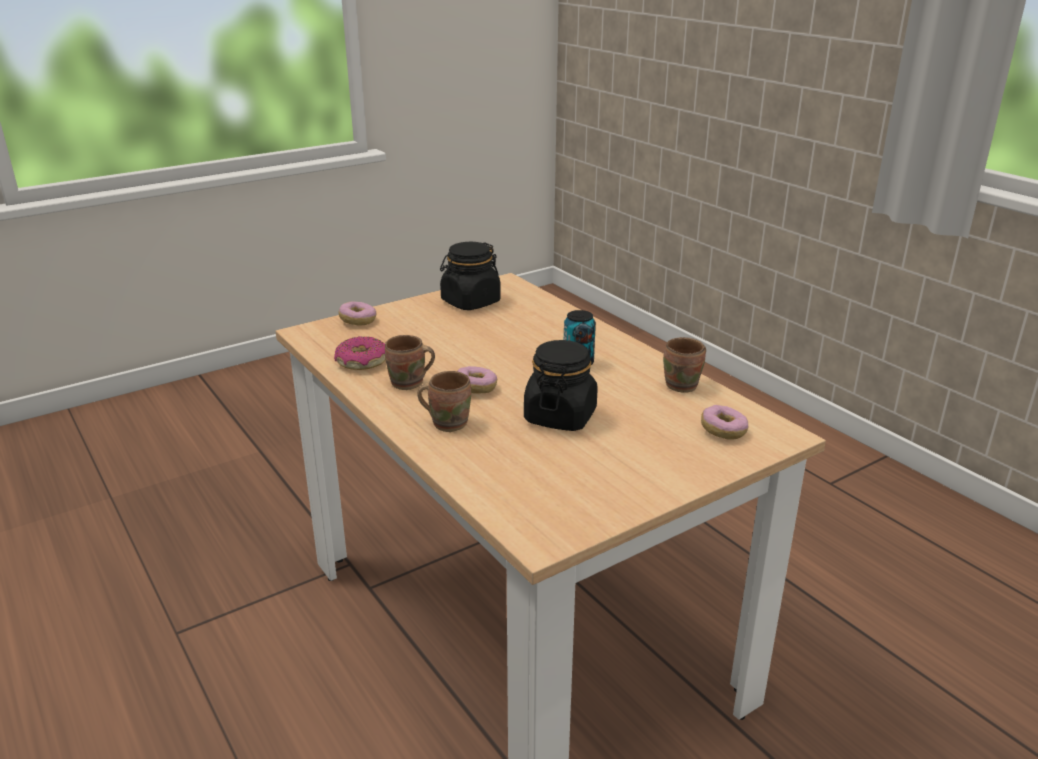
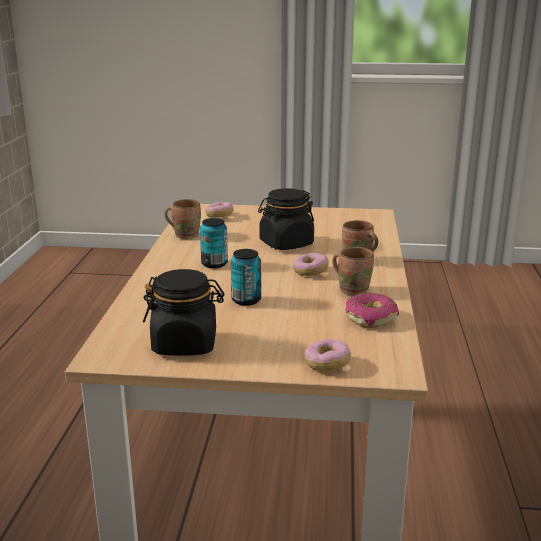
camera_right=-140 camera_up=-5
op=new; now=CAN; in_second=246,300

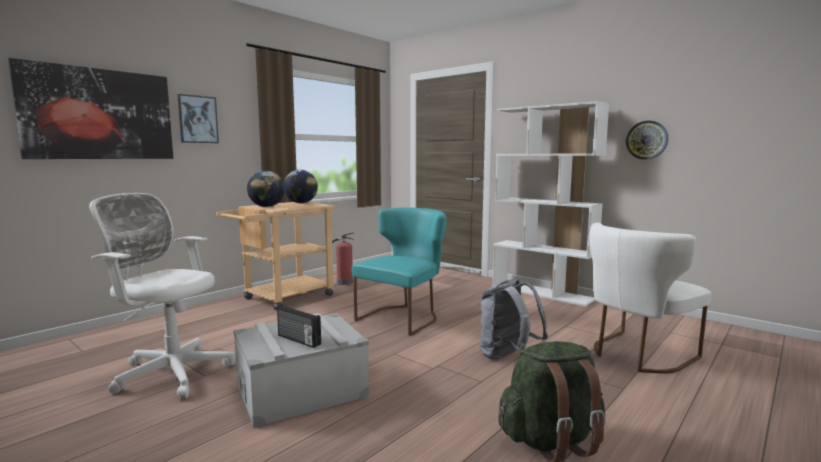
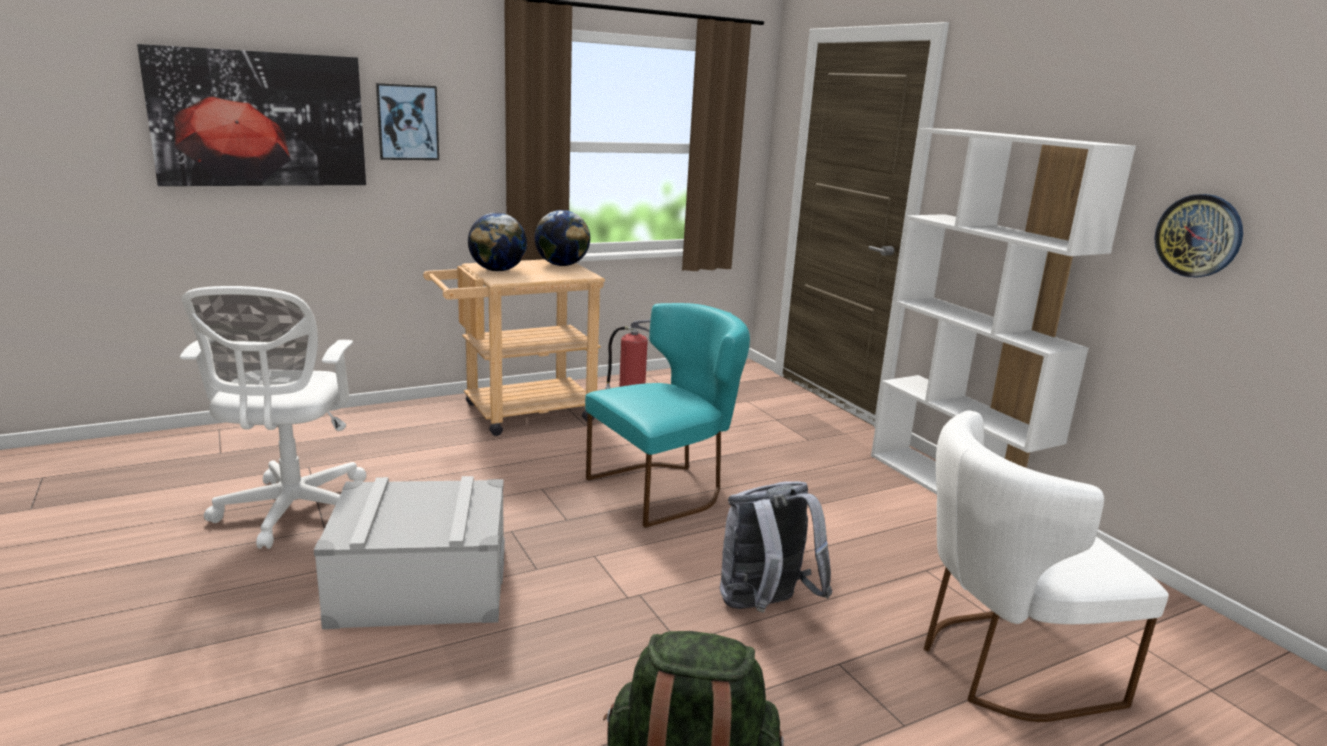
camera_right=20 camera_up=10
op=gone; was=RADIO; in_first=298,340
op=rotated; was=WHITE DESK CHAIR; in_first=170,372; in_second=291,512; clockwise=-135

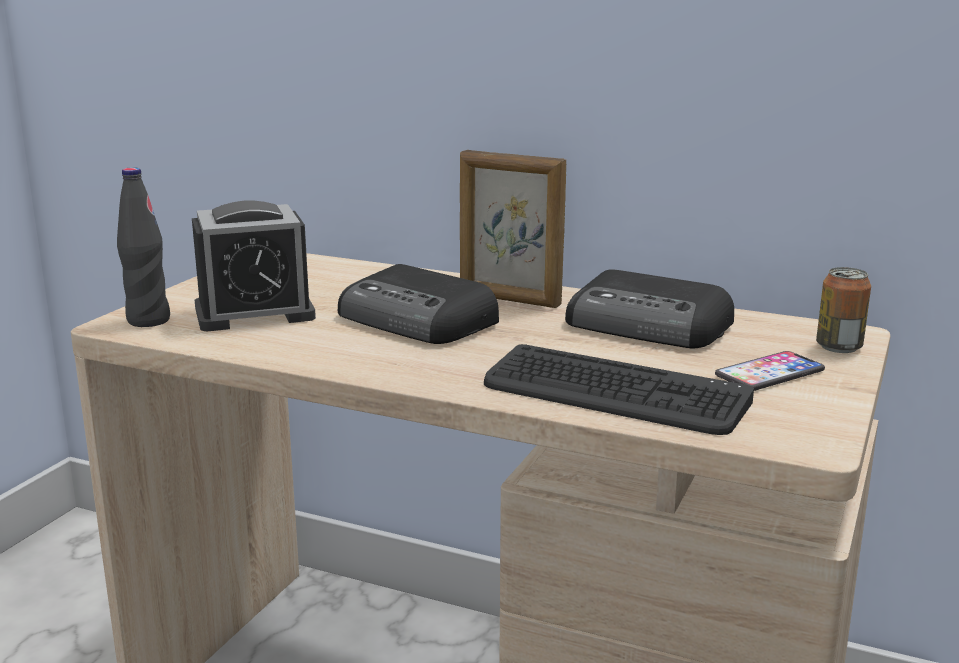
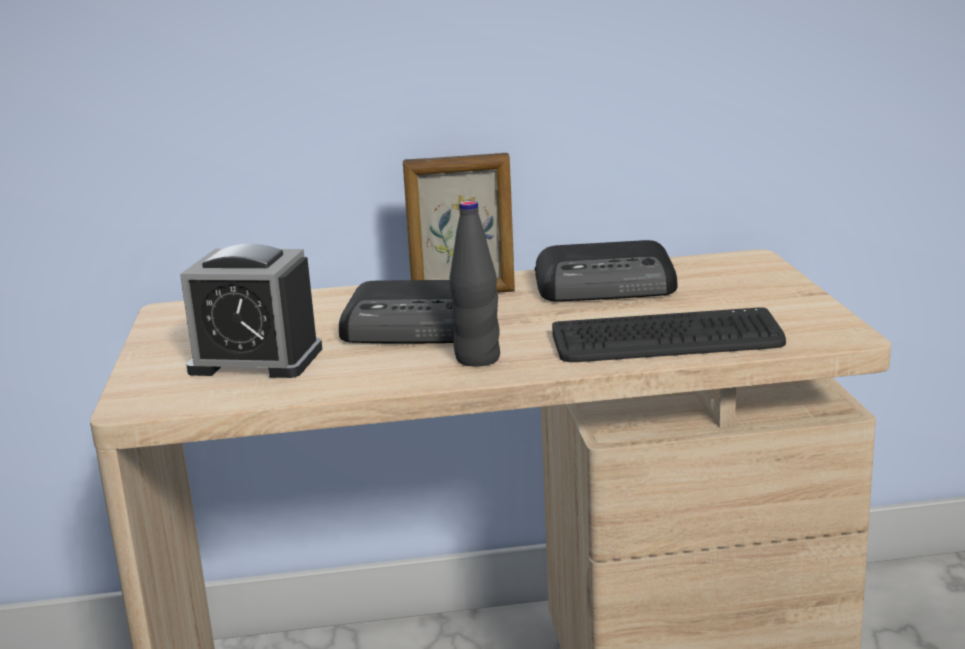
camera_right=-30 camera_up=0
op=gone; was=HANDSET; in_first=770,373
op=gone; was=CAN; in_first=839,347
op=shifted; was=BLACK BEVERAGE BOTTLE; in_first=148,320; in_second=477,359
op=rotated; was=BEDSIDE CLOCK; in_first=254,313; in_second=256,360; clockwise=60

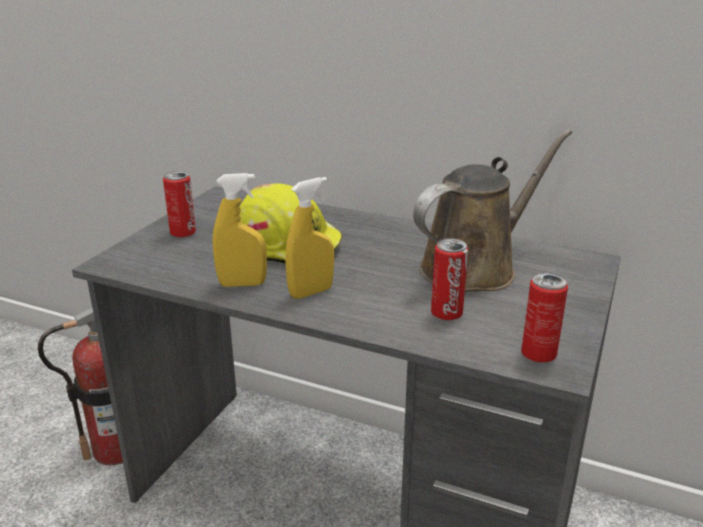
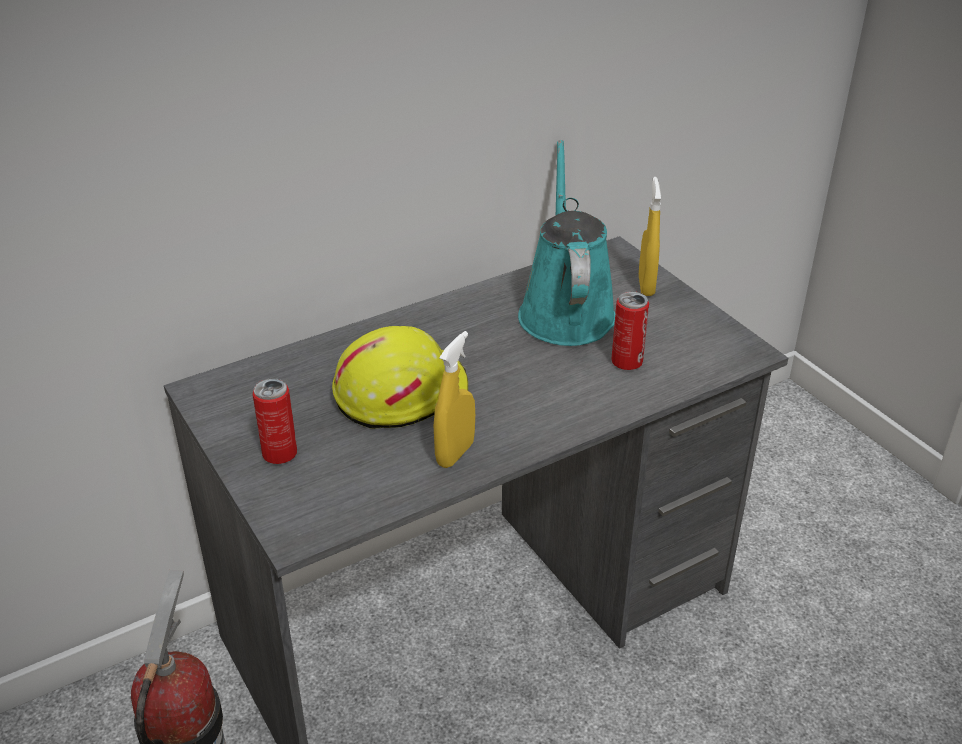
camera_right=-55 camera_up=10
op=gone; was=CAN; in_first=538,354
op=shifted; was=YELLOW SPRAYER; in_first=311,292; in_second=646,286
op=repainted; was=BROWN-COLOURED WATERING CAN; now=TURQUOISE WATERING CAN; in_first=475,267; in_second=565,311

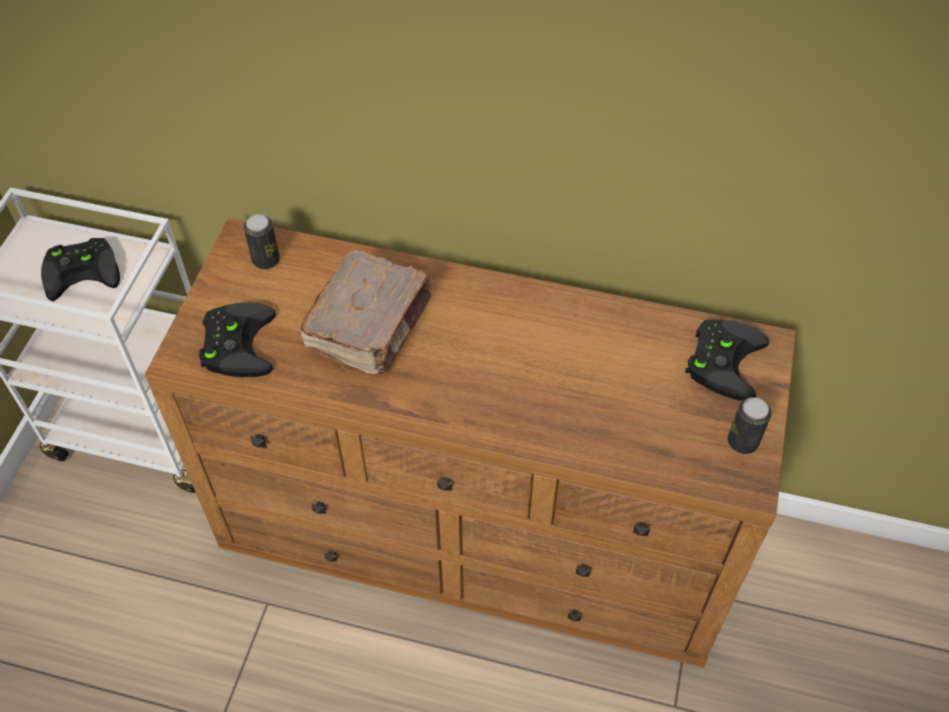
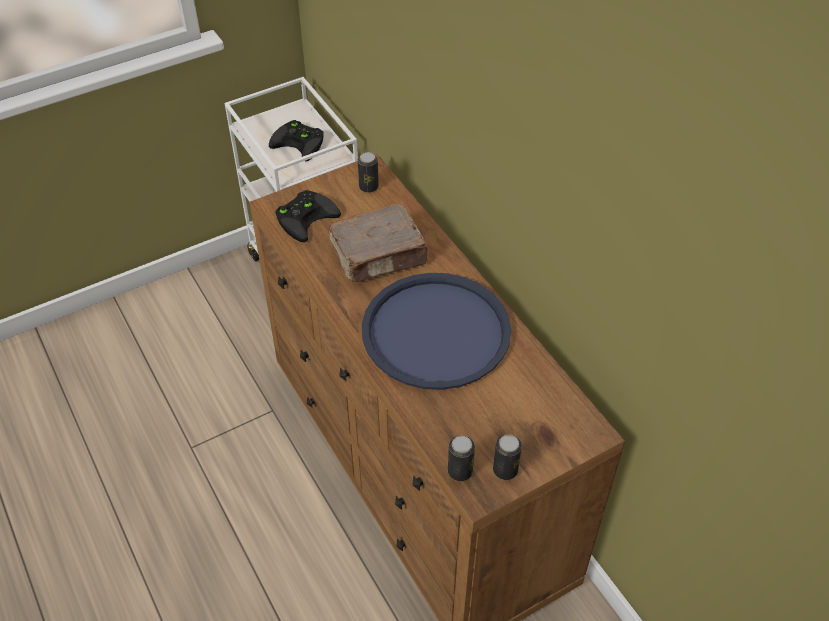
camera_right=45 camera_up=-5
op=gone; was=BLACK GAMEPAD; in_first=722,359
op=new; now=BLUISH SERVING TRAY; in_second=435,332
op=new; now=CAN; in_second=460,471

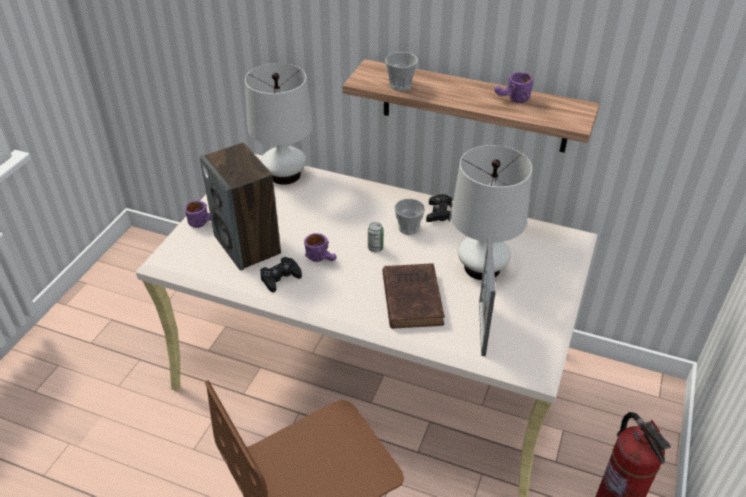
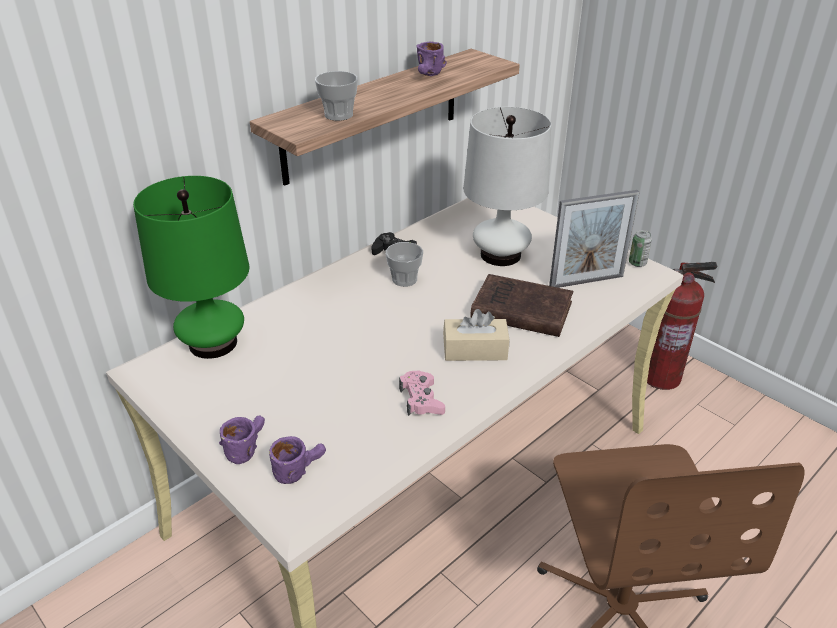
camera_right=-65 camera_up=-5
op=gone; was=LOUDSPEAKER; in_first=248,245
op=new; now=SAND-COLOURED TISSUE HOLDER; in_second=475,350
op=shifted; was=PURPLISH MUG; in_first=322,258; in_second=299,468
op=shifted; was=CAN; in_first=375,248; in_second=637,263
op=repainted; was=WHITE TABLETOP LAMP; now=GREENISH TABLETOP LAMP; in_first=285,175; in_second=213,343
op=repainted; was=BLACK GAMEPAD; now=PINKISH GAMEPAD; in_first=280,278; in_second=421,400
op=rotated; was=STANDING FRAME; in_first=482,328; in_second=586,281; clockwise=-45

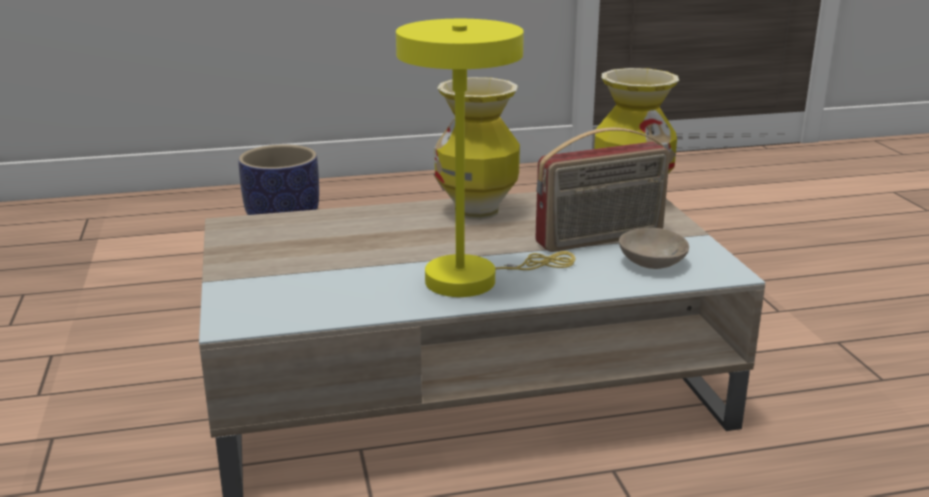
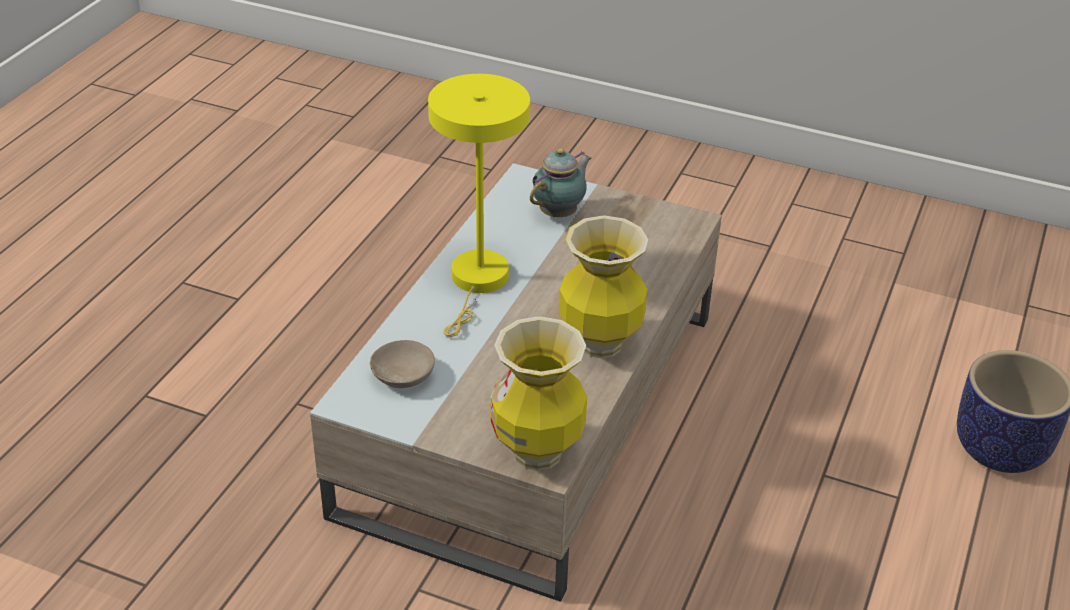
camera_right=125 camera_up=15
op=gone; was=RADIO; in_first=600,239
op=new; now=TEAPOT; in_second=560,213

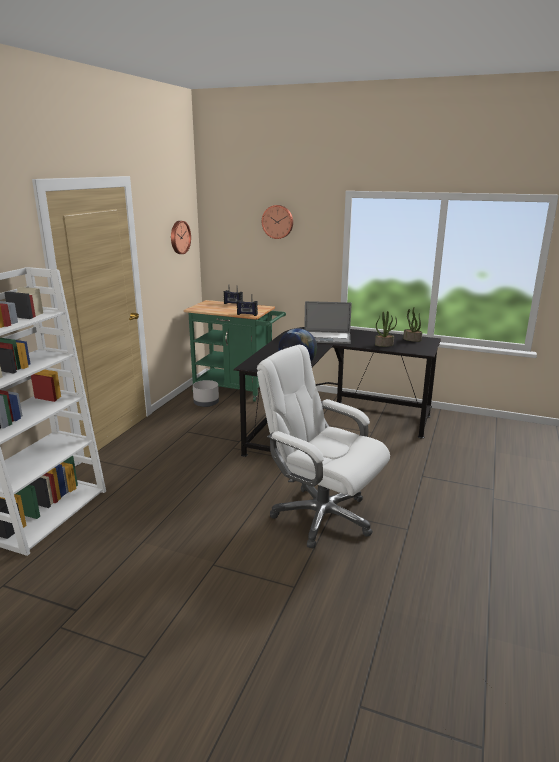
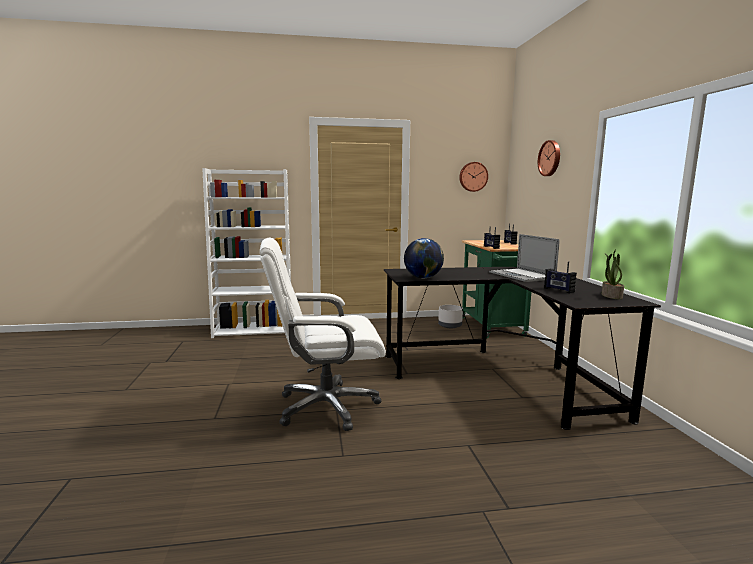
camera_right=60 camera_up=-10
op=swapped; was=PLANT IN A POT; now=RADIO; in_first=384,344; in_second=558,290
op=rotated; was=WHITE DESK CHAIR; in_first=321,516; in_second=325,406; clockwise=-105

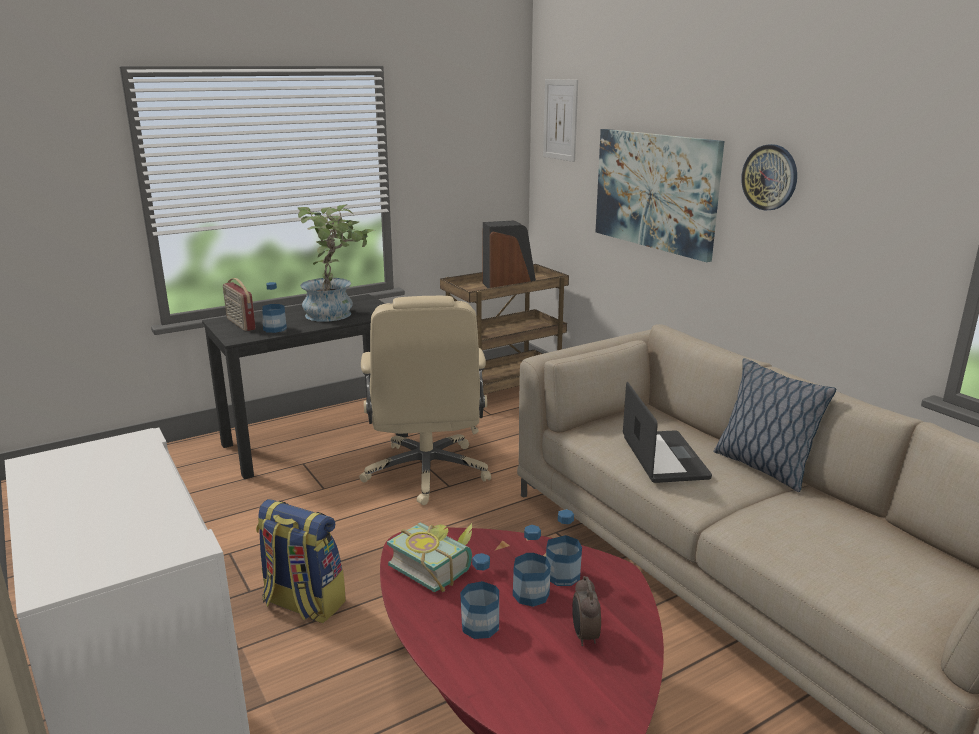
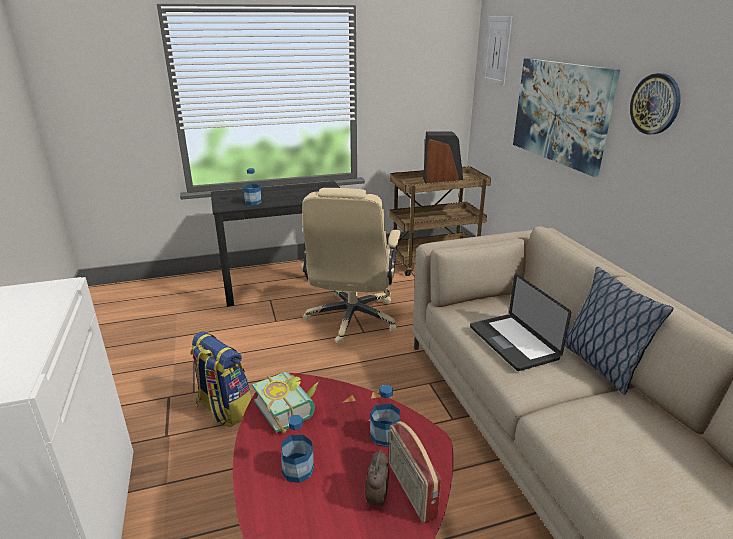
camera_right=15 camera_up=5
op=gone; was=PLANT IN A POT; in_first=336,313
op=gone; was=BEVERAGE BOTTLE; in_first=531,594
op=shifted; was=RADIO; in_first=240,324; in_second=410,490
op=rotated; was=NOTEBOOK COMPUTER; in_first=664,458; in_second=513,343; clockwise=150

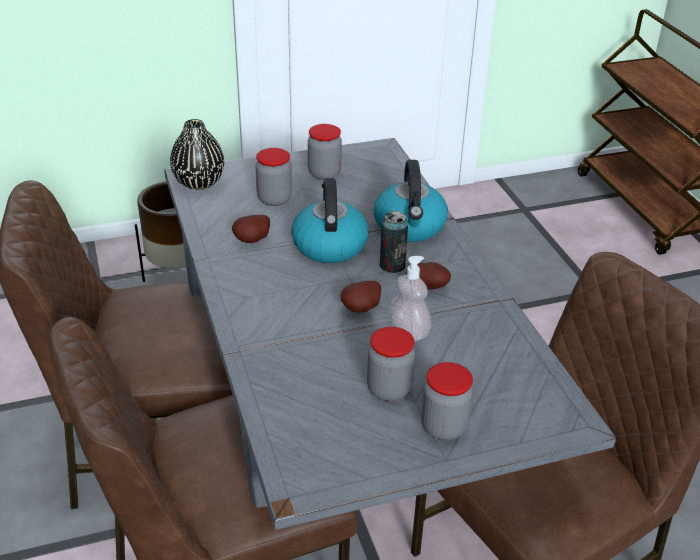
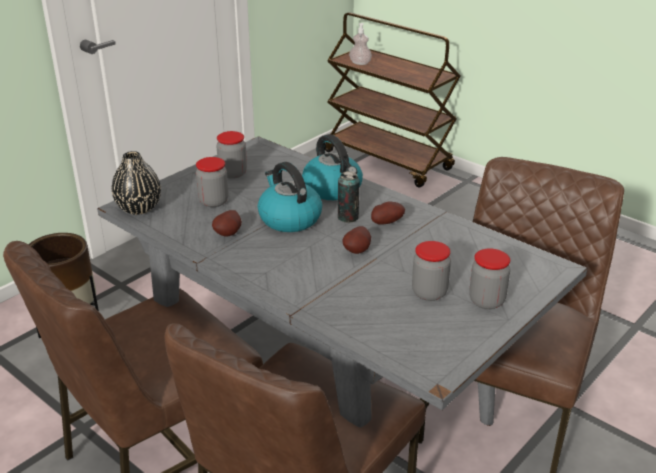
camera_right=-30 camera_up=-5
op=shifted; was=SOAP DISPENSER; in_first=408,332; in_second=360,63

